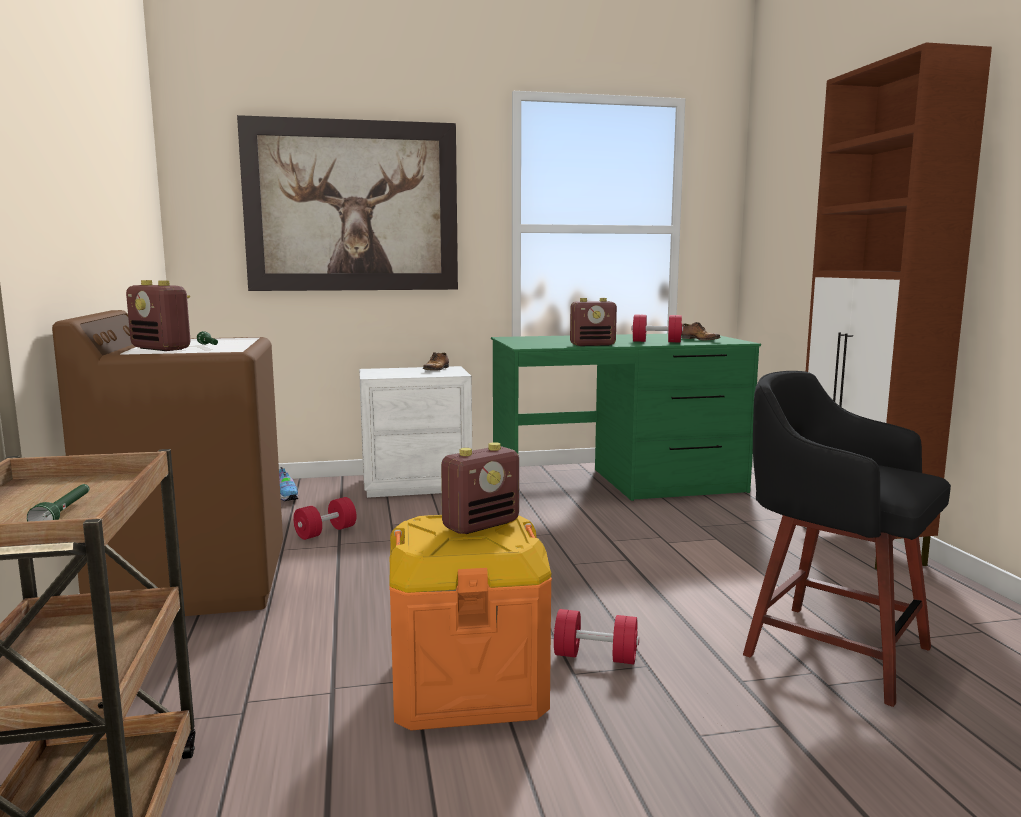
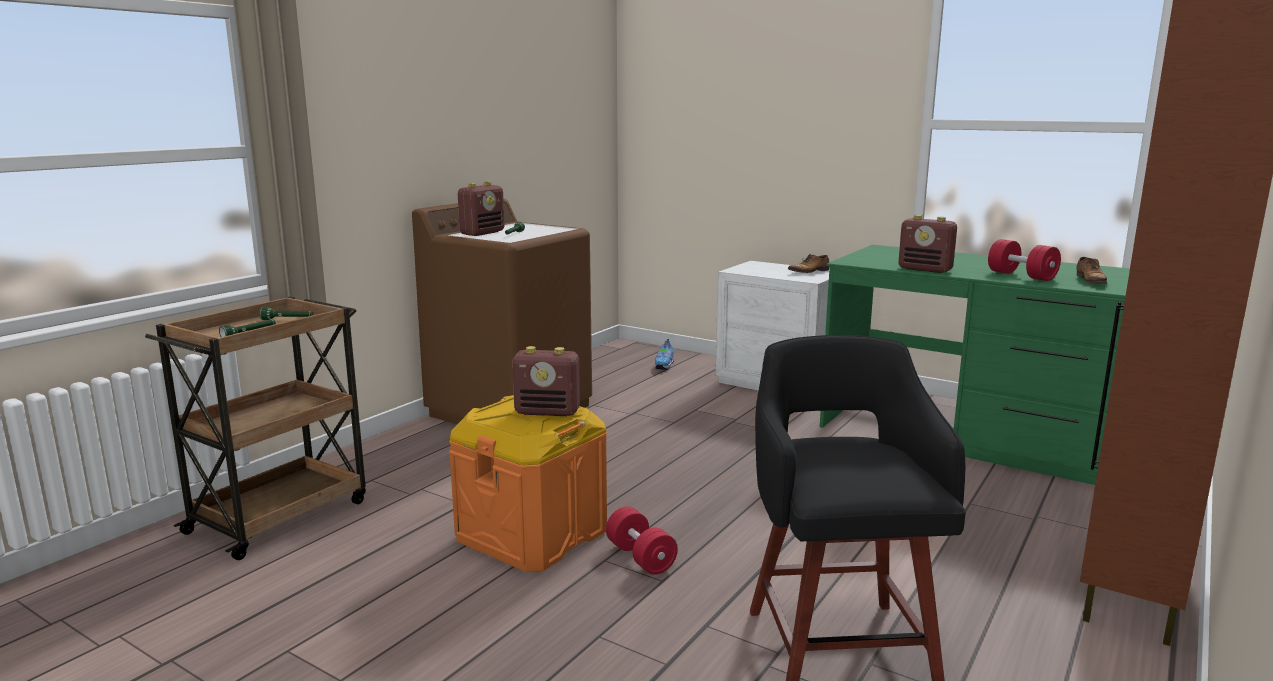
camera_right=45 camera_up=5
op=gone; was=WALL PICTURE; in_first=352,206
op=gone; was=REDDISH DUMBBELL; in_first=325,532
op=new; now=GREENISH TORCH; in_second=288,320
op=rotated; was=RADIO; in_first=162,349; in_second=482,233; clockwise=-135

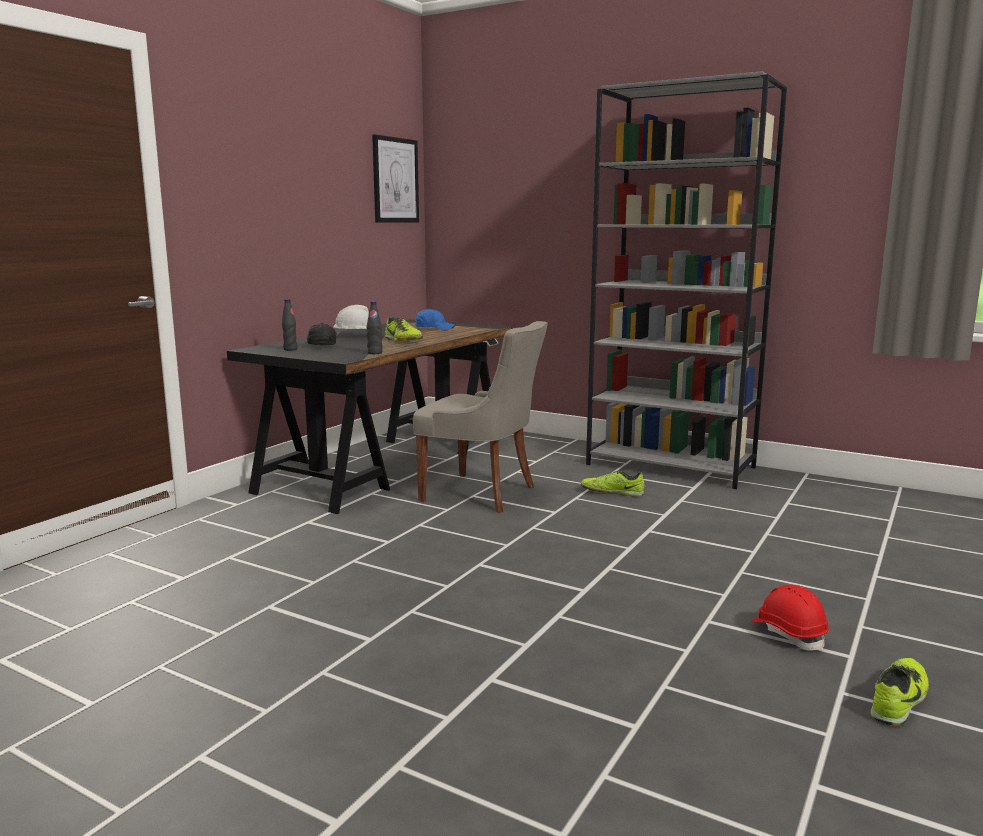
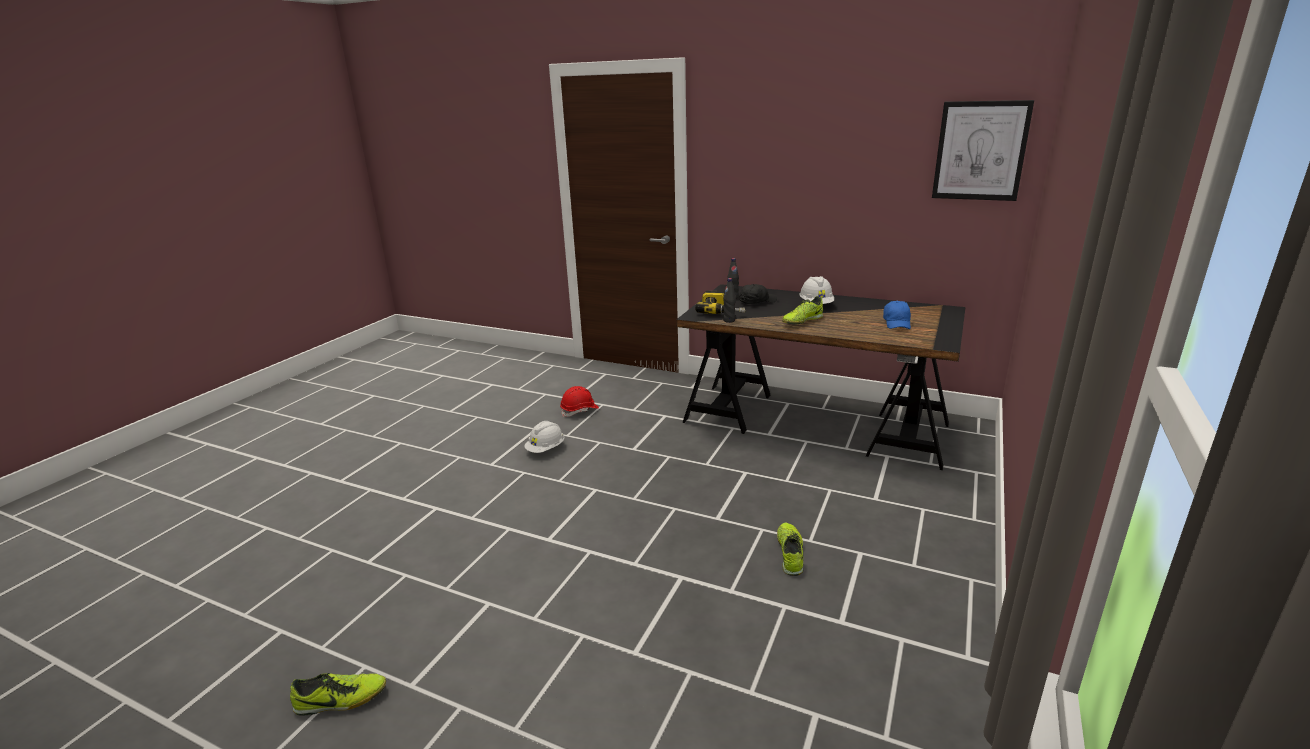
camera_right=85 camera_up=10
op=gone; was=GREY PLAIN CHAIR; in_first=481,493
op=gone; was=GREY BOOKCASE; in_first=671,466
op=new; now=WHITE SAFETY HELMET; in_second=546,449
op=new; now=ELECTRIC DRILL; in_second=722,310
op=shifted; was=REDDISH SAFETY HELMET; in_first=788,633; in_second=579,410
op=rotated; was=SHOE; in_first=899,700; in_second=341,700; clockwise=-45

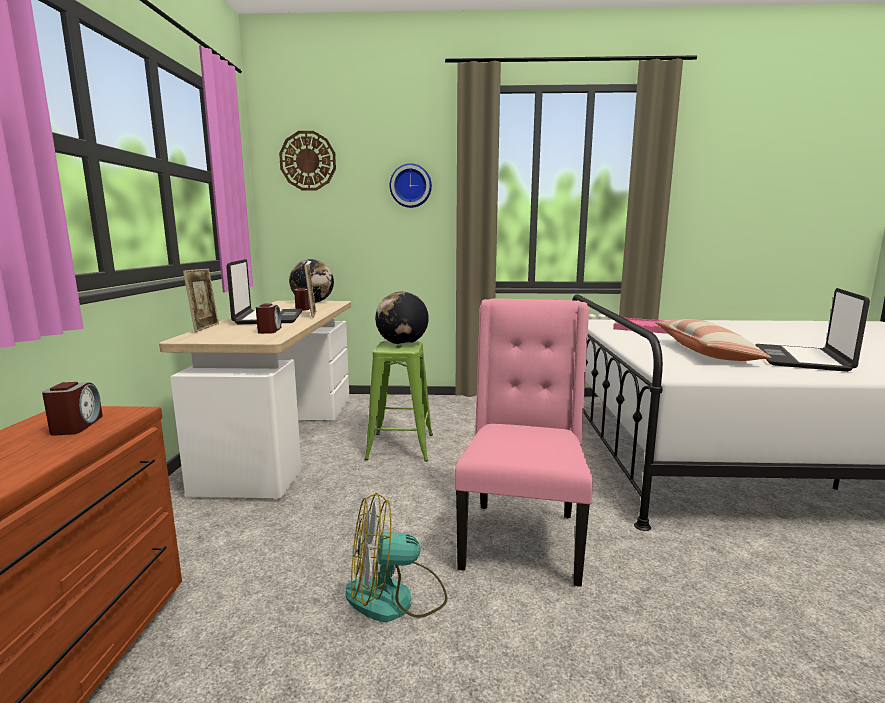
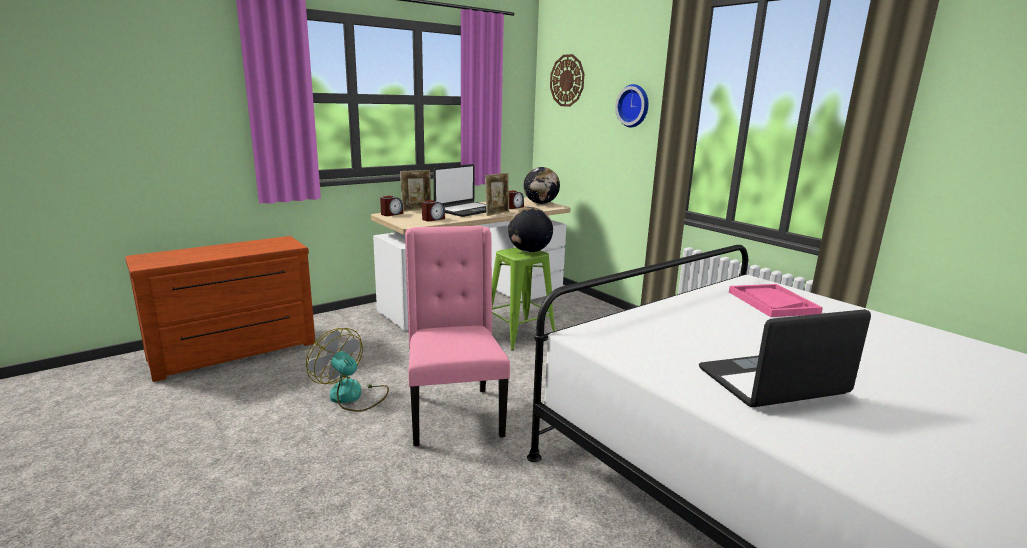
camera_right=50 camera_up=5
op=gone; was=PILLOW; in_first=705,352
op=shifted; was=BEDSIDE CLOCK; in_first=76,425; in_second=391,214
op=rotated; was=PINKISH PLAIN CHAIR; in_first=521,539; in_second=453,414; clockwise=-75

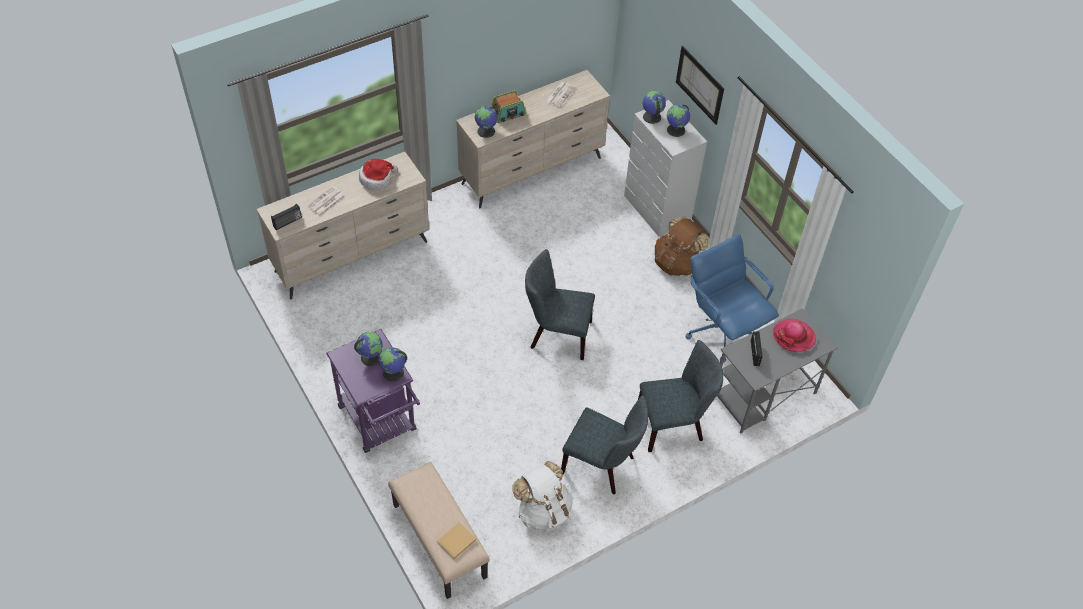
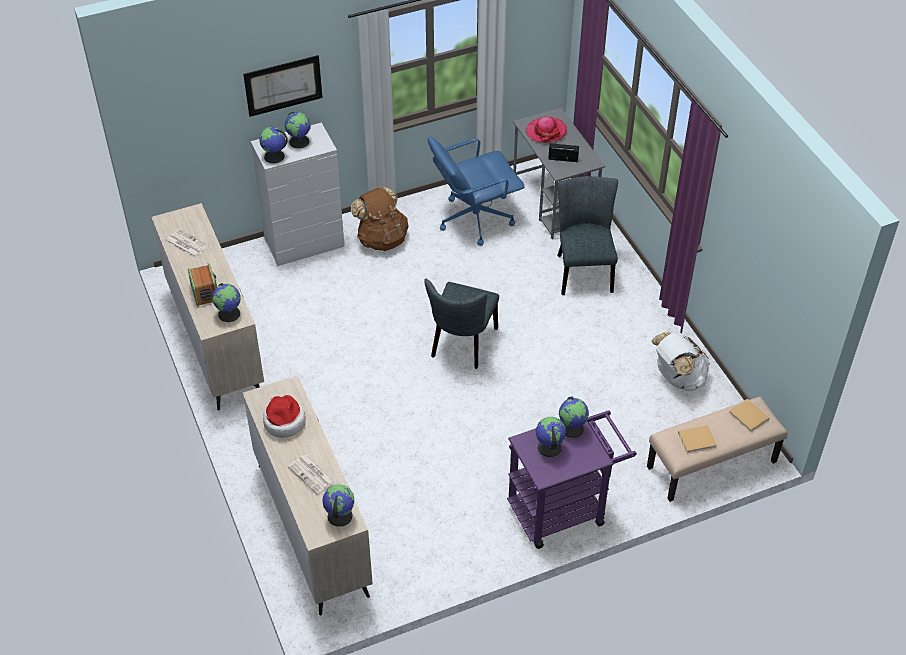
camera_right=-80 camera_up=-5
op=gone; was=GREY PLAIN CHAIR; in_first=602,466
op=new; now=SAND-COLOURED BOOK; in_second=698,440
op=swapped; was=RADIO; now=WORLD GLOBE; in_first=287,222; in_second=339,516

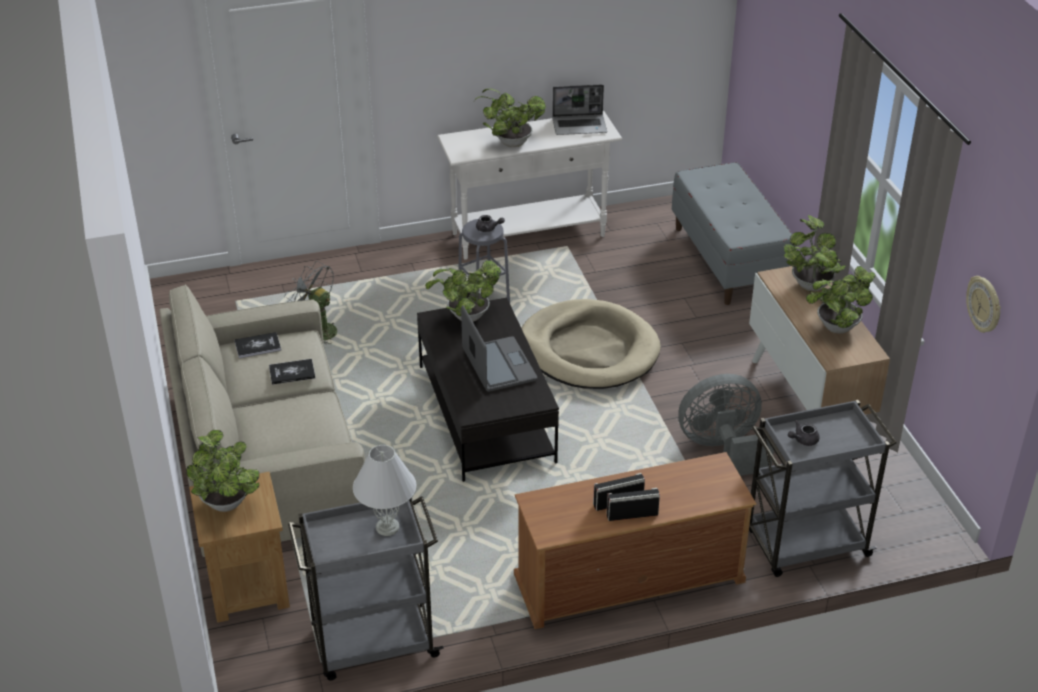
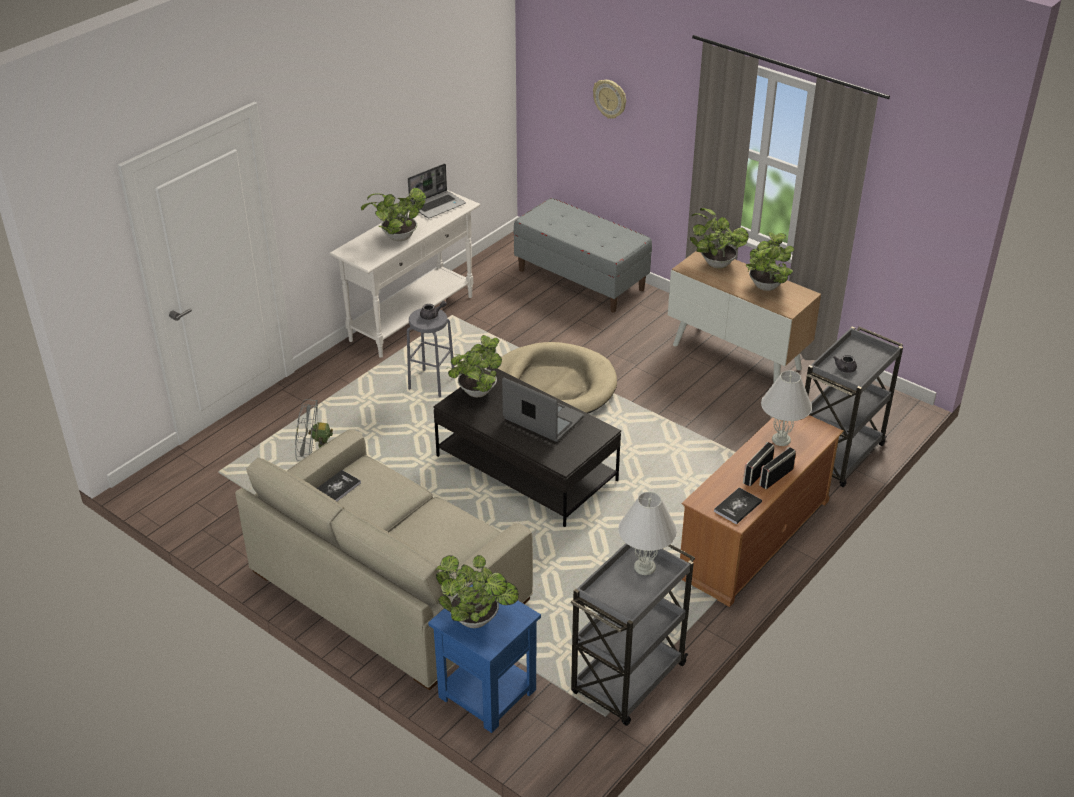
camera_right=-35 camera_up=0
op=gone; was=GREY COOLING FAN; in_first=723,449
op=new; now=WHITE TABLETOP LAMP; in_second=781,439
op=shifted; was=BOOK; in_first=292,372; in_second=737,506
op=shifted; was=WALL CLOCK; in_first=984,305; in_second=610,98
op=repainted; was=BROWN-COLOURED SIDE TABLE; now=BLUISH SIDE TABLE; in_first=248,588; in_second=486,693

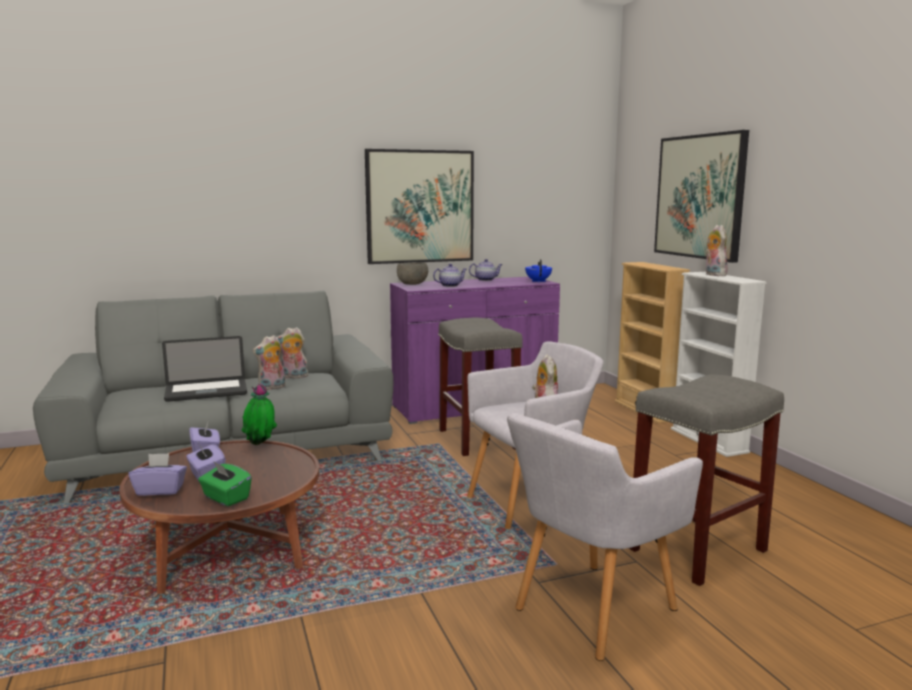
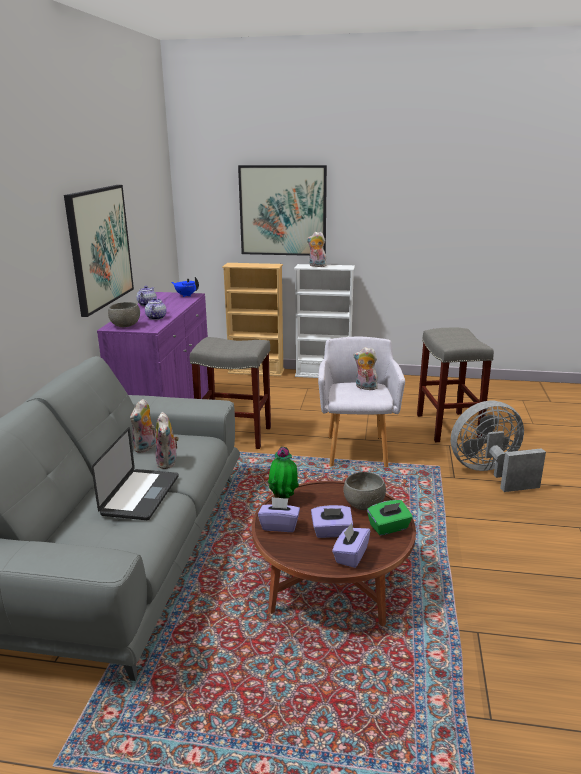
camera_right=-60 camera_up=10
op=new; now=GREY SERVING BOWL; in_second=363,505
op=swapped; was=GREY EASY CHAIR; now=GREY COOLING FAN; in_first=589,611; in_second=490,473

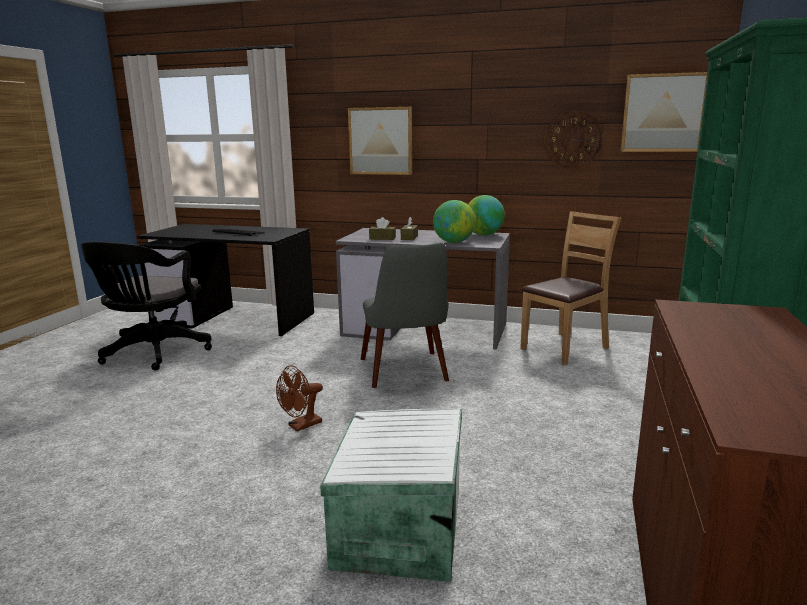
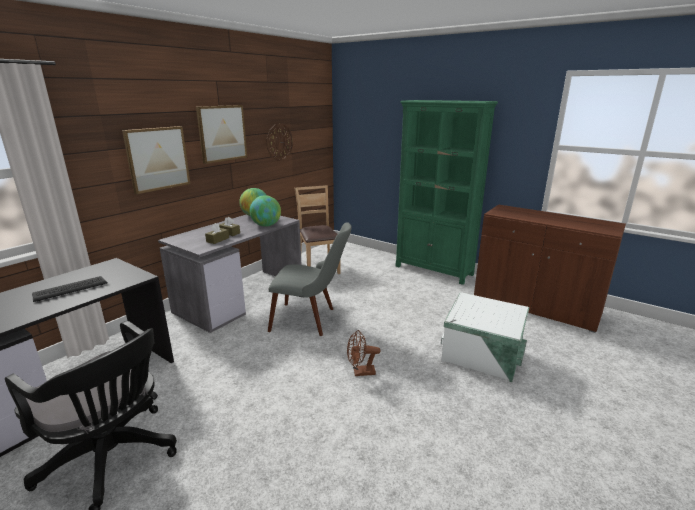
camera_right=-70 camera_up=5
op=shifted; was=WALL PICTURE; in_first=663,113; in_second=222,133
op=rotated; was=BROWN-COLOURED COOLING FAN; in_first=301,426; in_second=360,372; clockwise=105

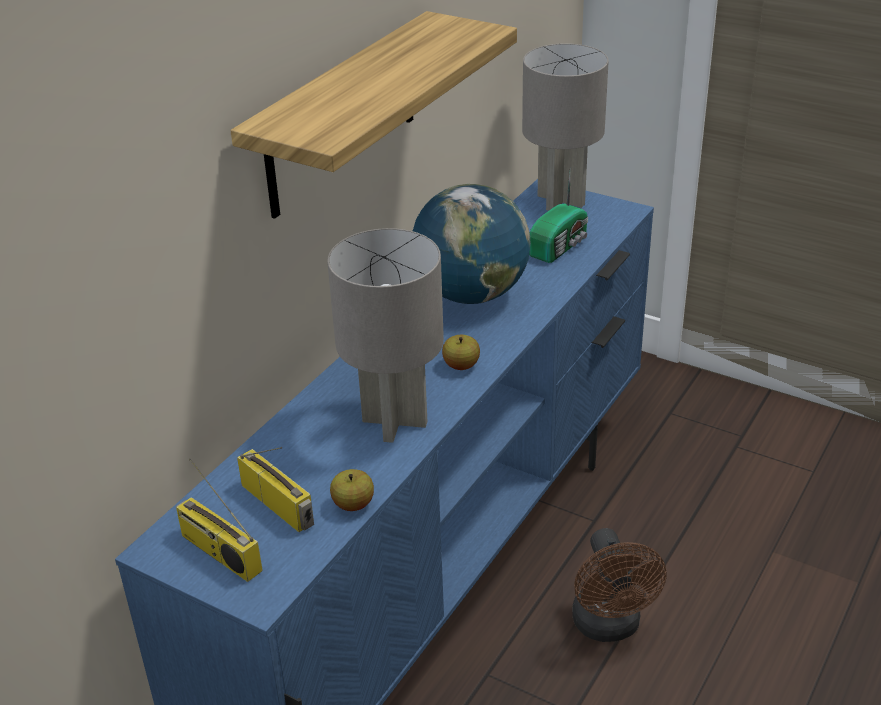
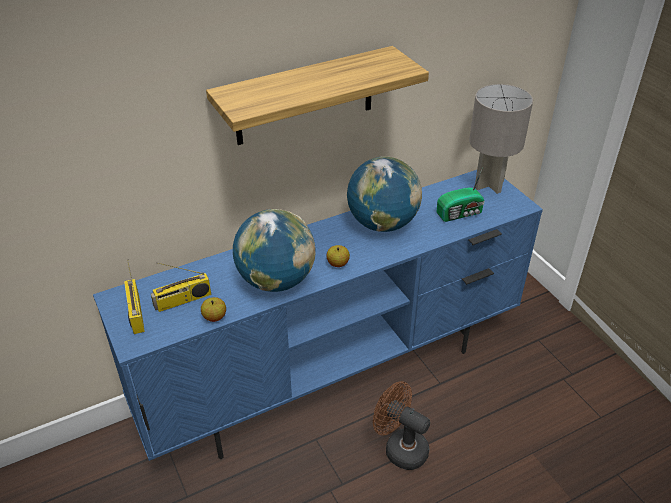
camera_right=30 camera_up=5
op=swapped; was=GREY TABLETOP LAMP; now=WORLD GLOBE; in_first=396,421; in_second=276,281
op=rotated; was=RADIO; in_first=279,504; in_second=182,301; clockwise=75
op=rotated; was=BROWN-COLOURED COOLING FAN; in_first=610,627; in_second=400,448; clockwise=105

